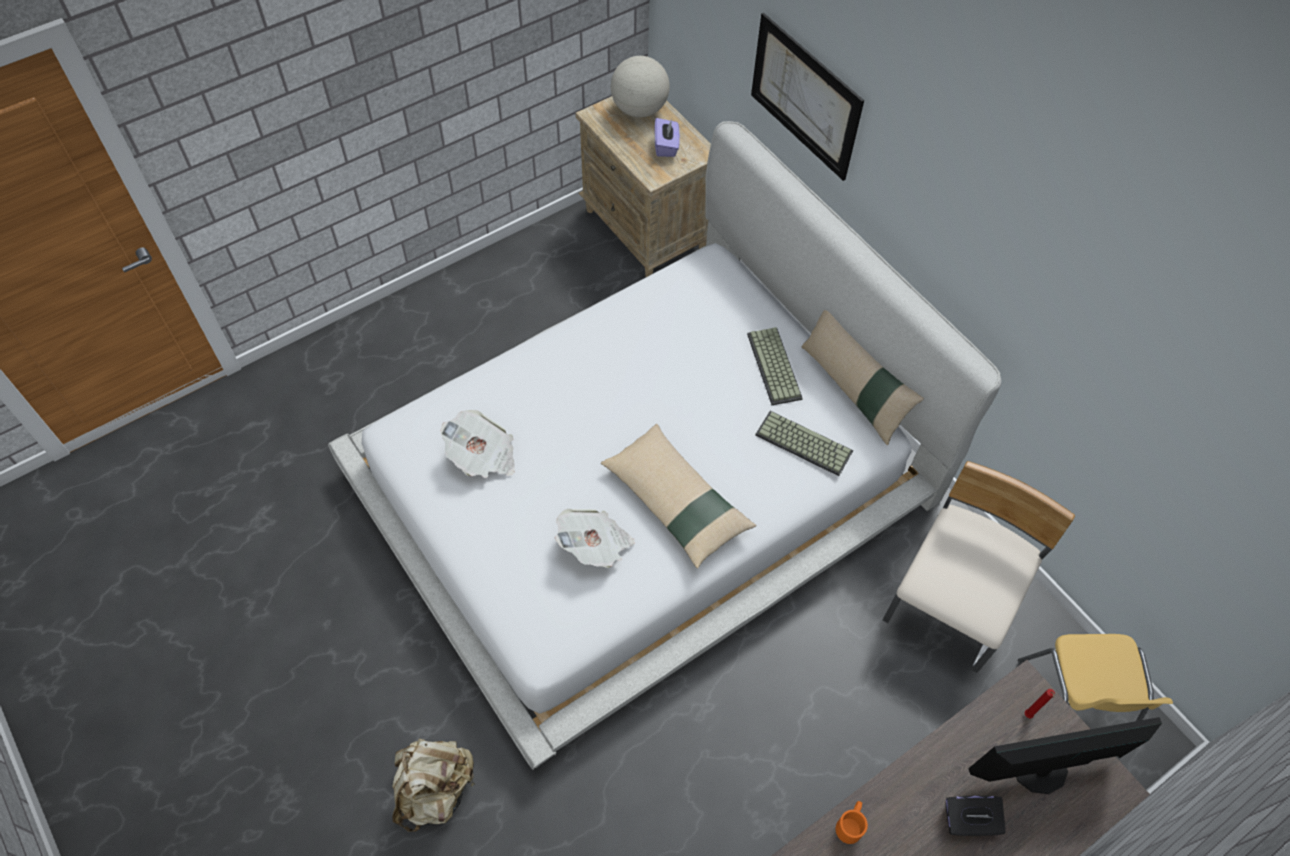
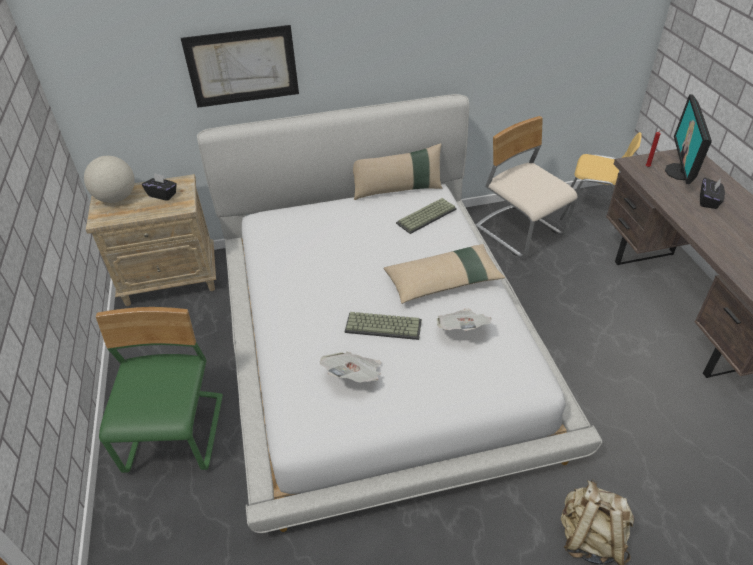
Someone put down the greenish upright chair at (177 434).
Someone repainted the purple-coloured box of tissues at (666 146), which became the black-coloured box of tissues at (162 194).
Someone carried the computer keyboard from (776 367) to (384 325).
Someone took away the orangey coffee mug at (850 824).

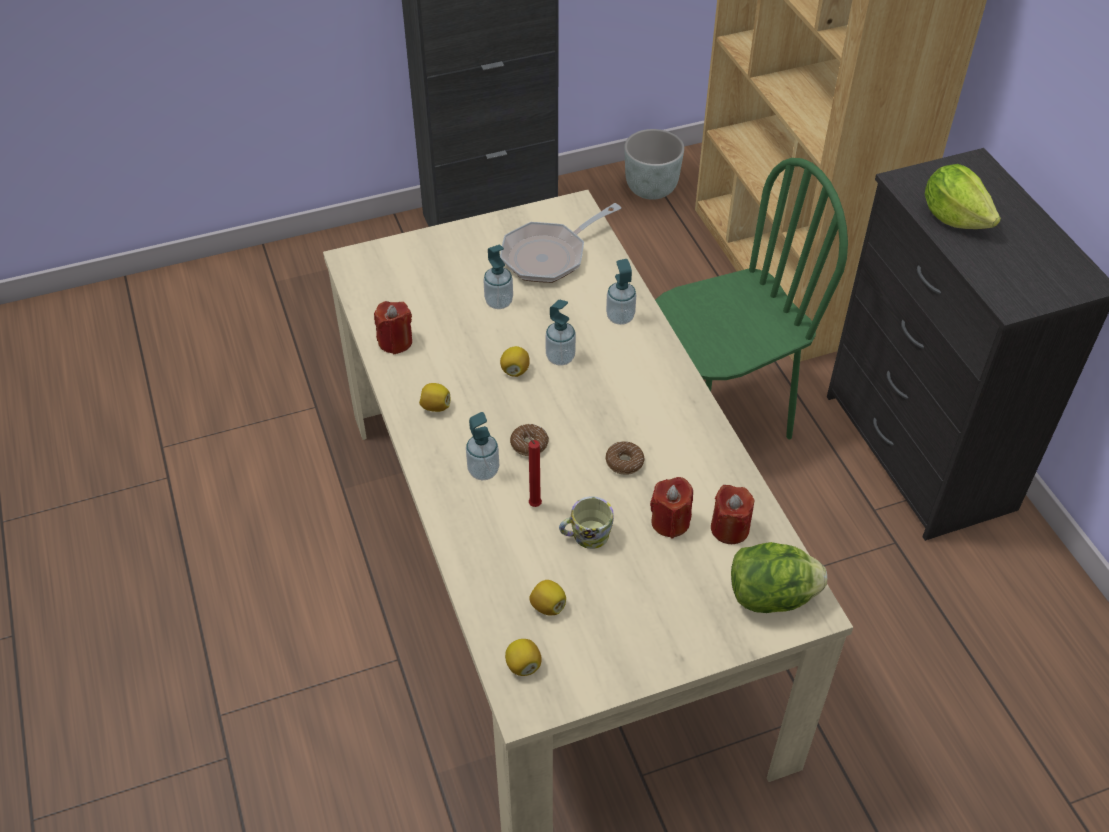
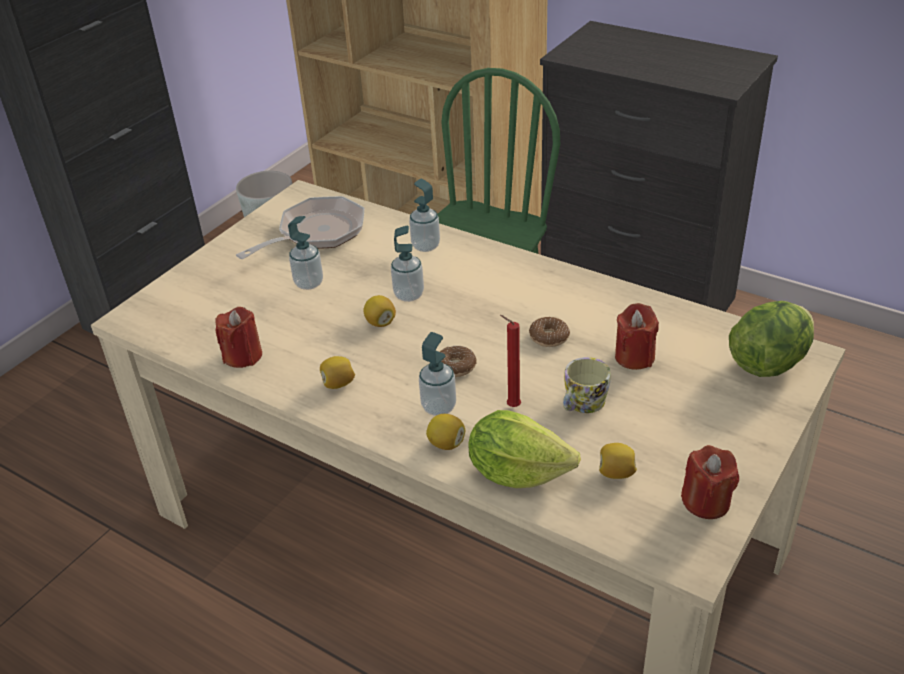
Someone rotated the skillet at (549 255) by 150 degrees counterclockwise.
Someone carried the whole lemon from (523 665) to (446 443).
Someone carried the lettuce head from (954 217) to (517 472).
Someone carried the red wax light from (729 528) to (706 501).

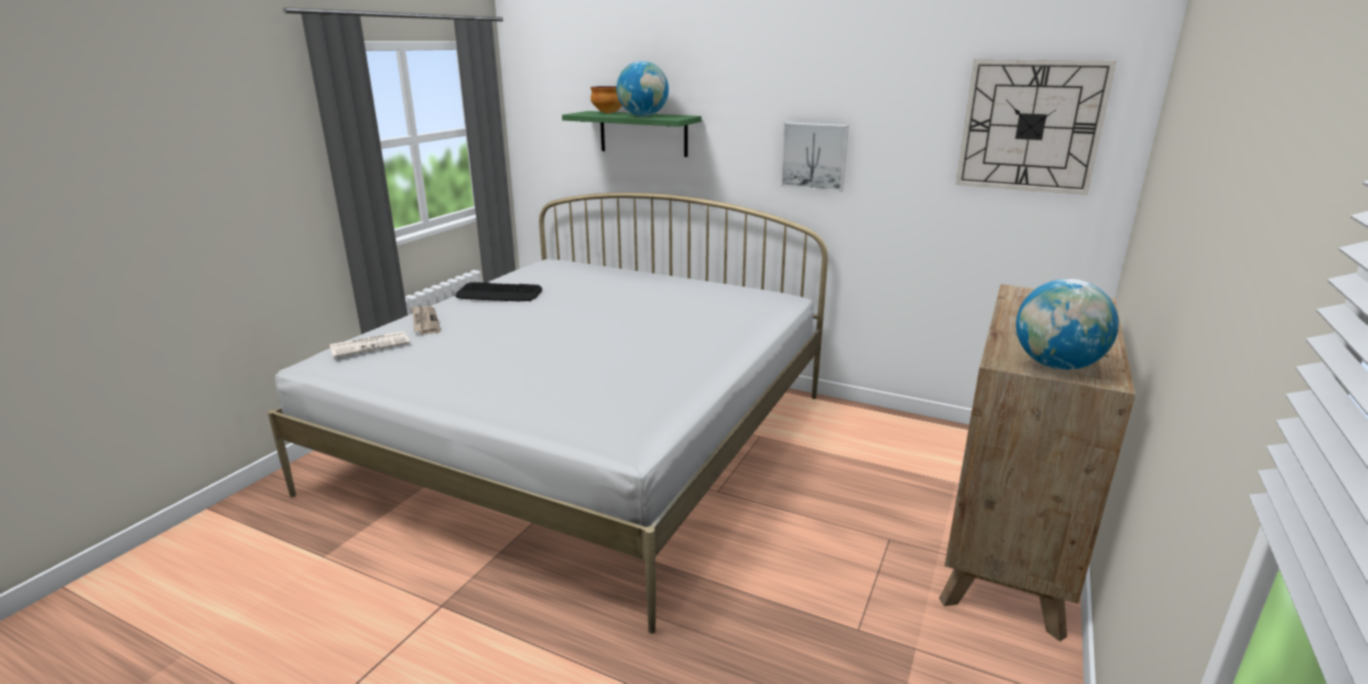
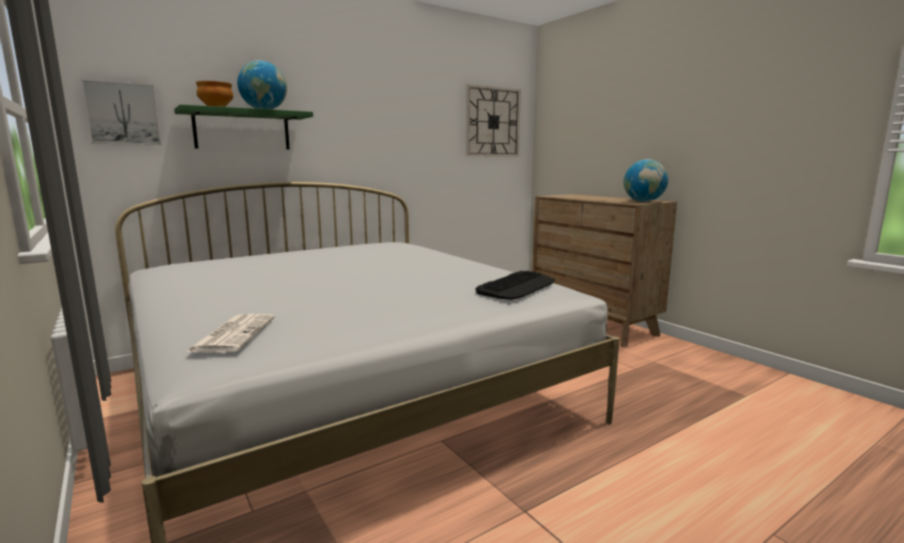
Someone carried the wall art from (814 156) to (123 114).
Someone carried the computer keyboard from (499 294) to (517 286).
Someone took away the newspaper at (425 322).

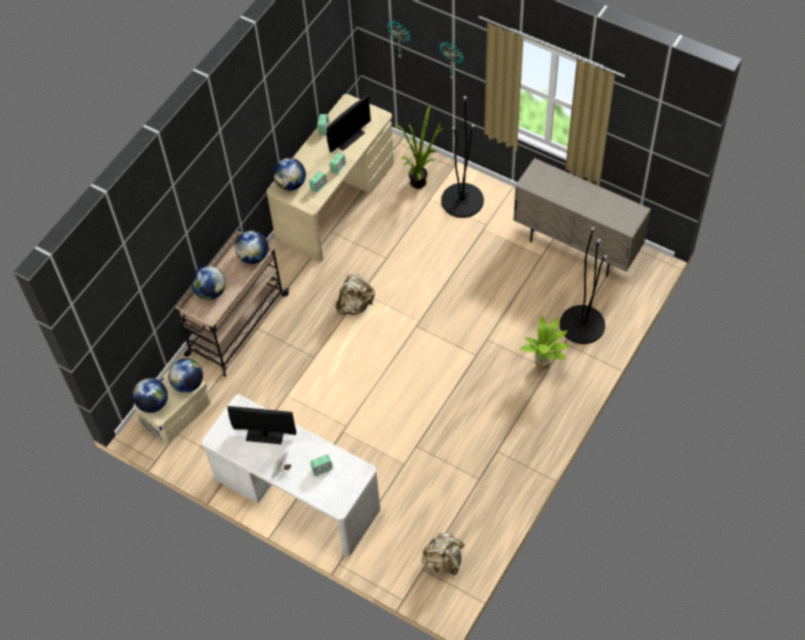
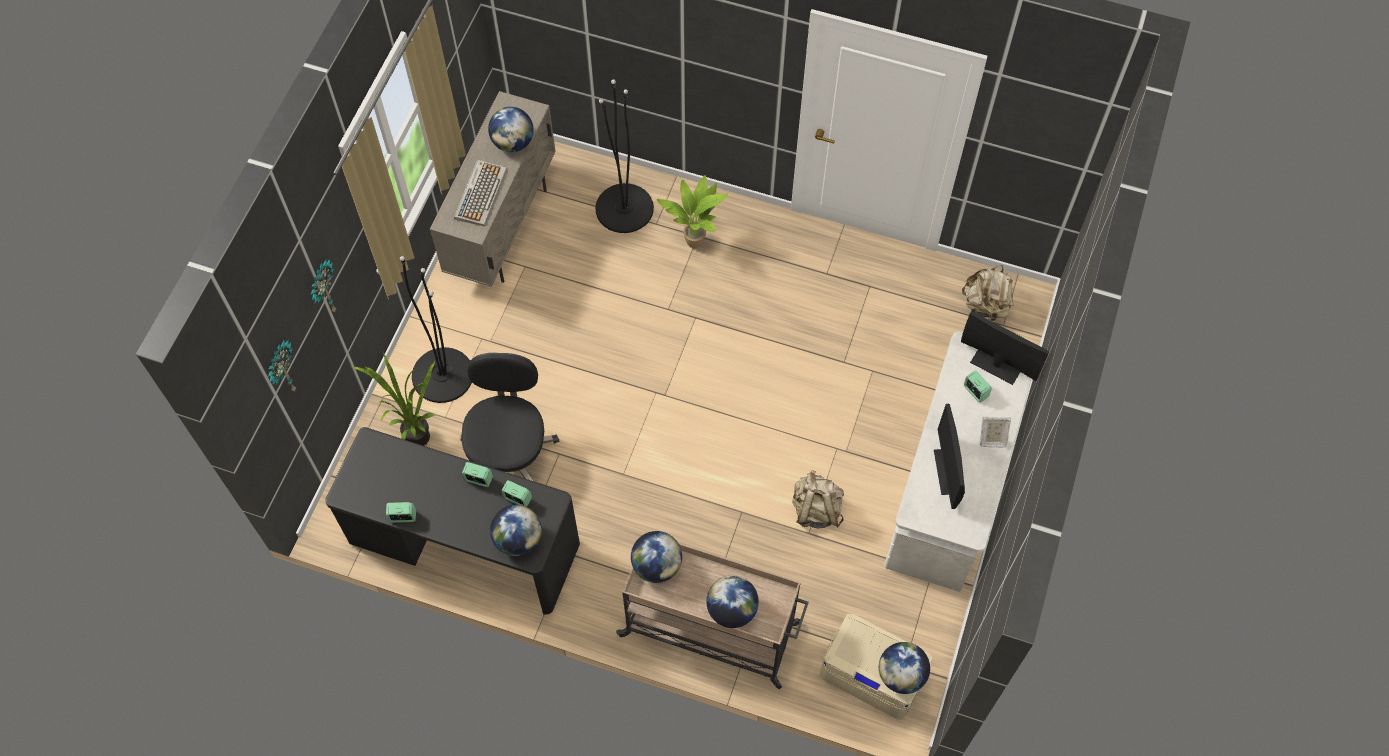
Someone repainted the beige desk unit at (335 200), which became the black-coloured desk unit at (464 545).
Someone put down the computer keyboard at (480 193).
Someone put down the black-coloured desk chair at (509 451).
Someone carried the desk globe from (188 384) to (513 142).
Someone carried the beige backpack from (355 304) to (816 510).
Someone carried the monitor from (349 138) to (996 365).

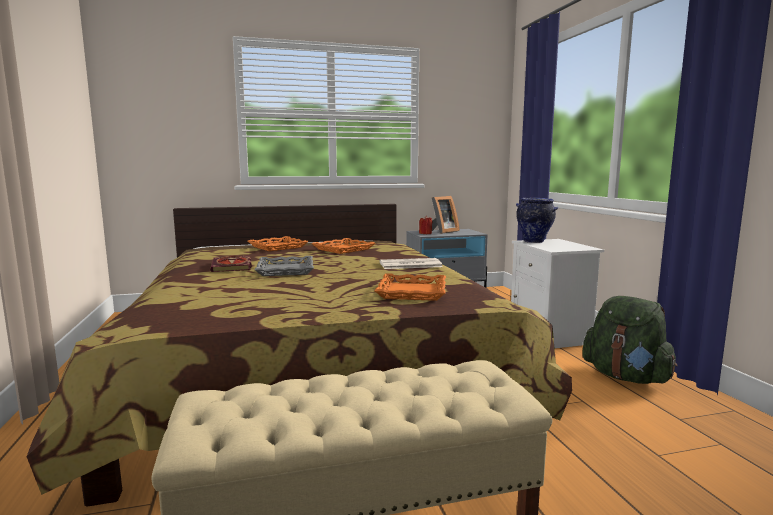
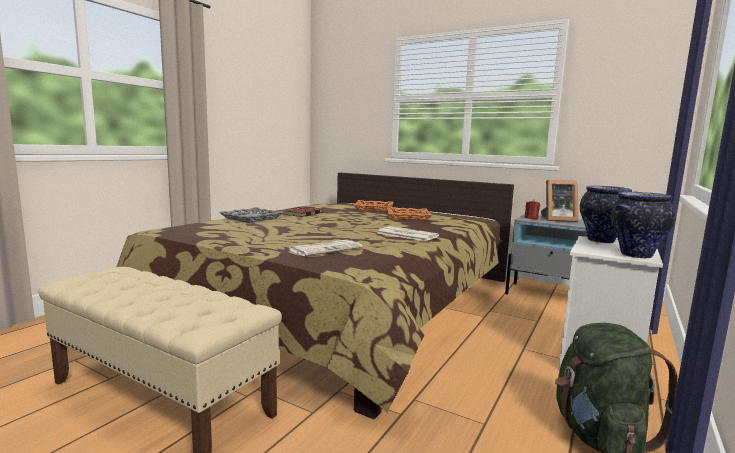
Someone carried the gray serving tray from (285 270) to (251 218).
Someone swapped the orangey serving tray at (411 292) for the newspaper at (326 249).
Someone put down the decorative vase at (635 255).

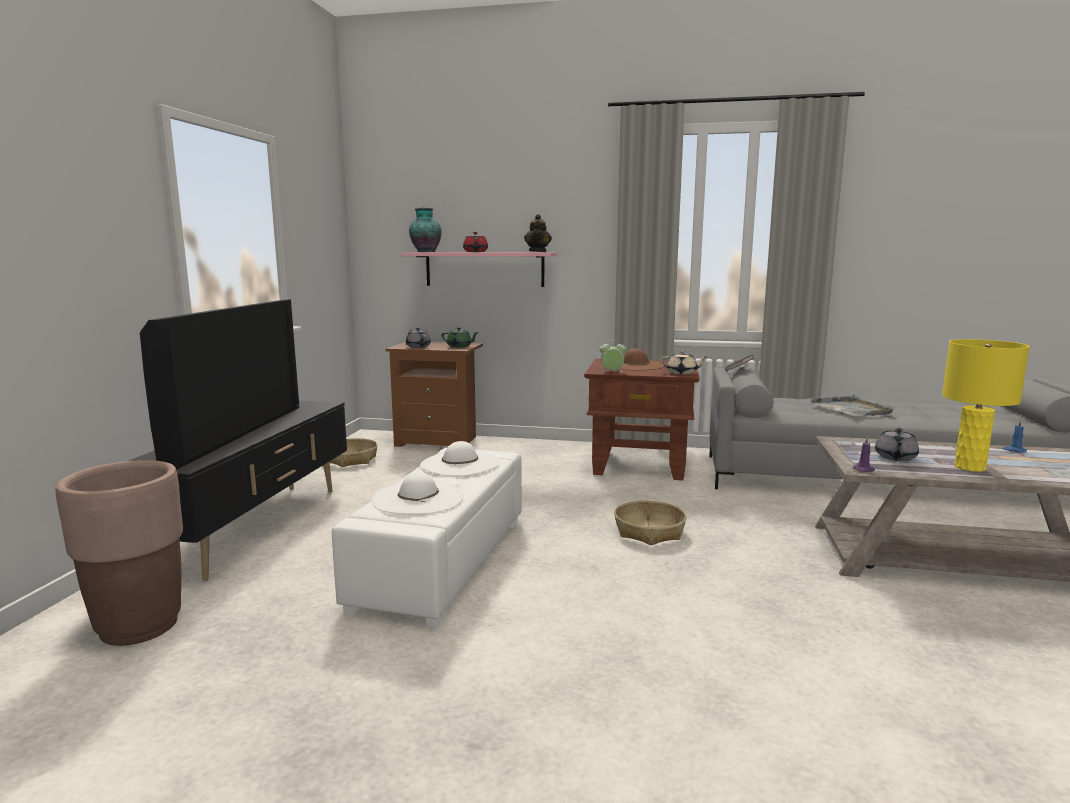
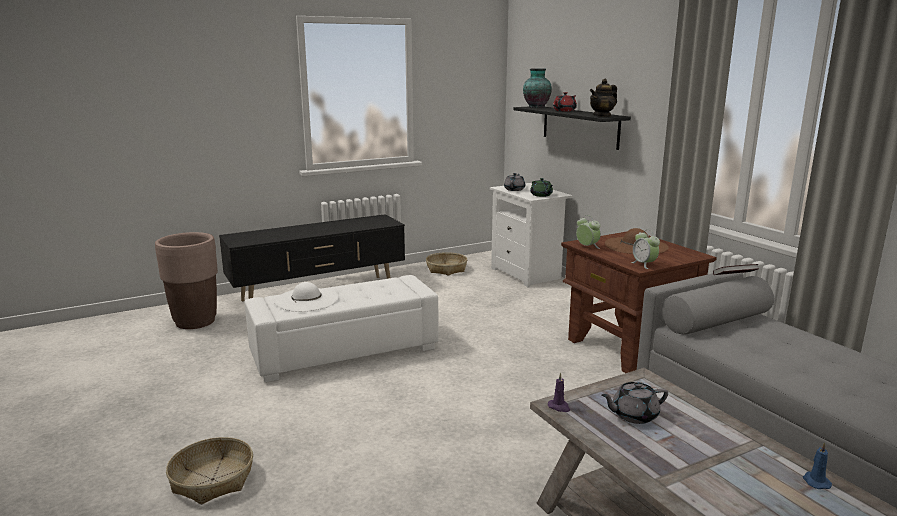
Someone carried the basket from (649 531) to (213 479).
Someone repainted the brownish nightstand at (439 441), which became the white nightstand at (527 274).
Someone repainted the pink wall shelf at (484 269), which became the black-coloured wall shelf at (580 126).
Someone swapped the beige teapot at (682 373) for the bedside clock at (644 264).
Someone took away the television at (234 433).
Someone took away the white clothing hat at (460 464).
Someone took away the gray serving tray at (851 409).
Someone took away the yellow table lamp at (969 467).

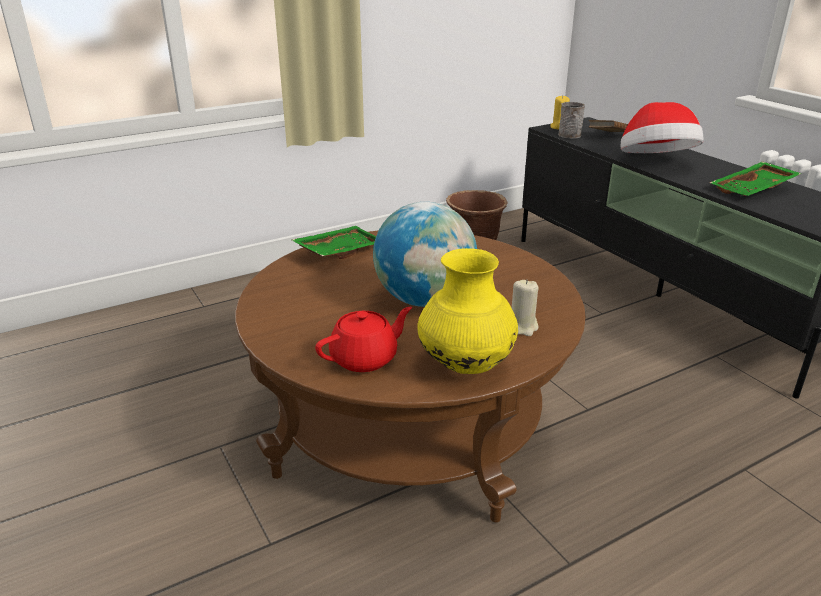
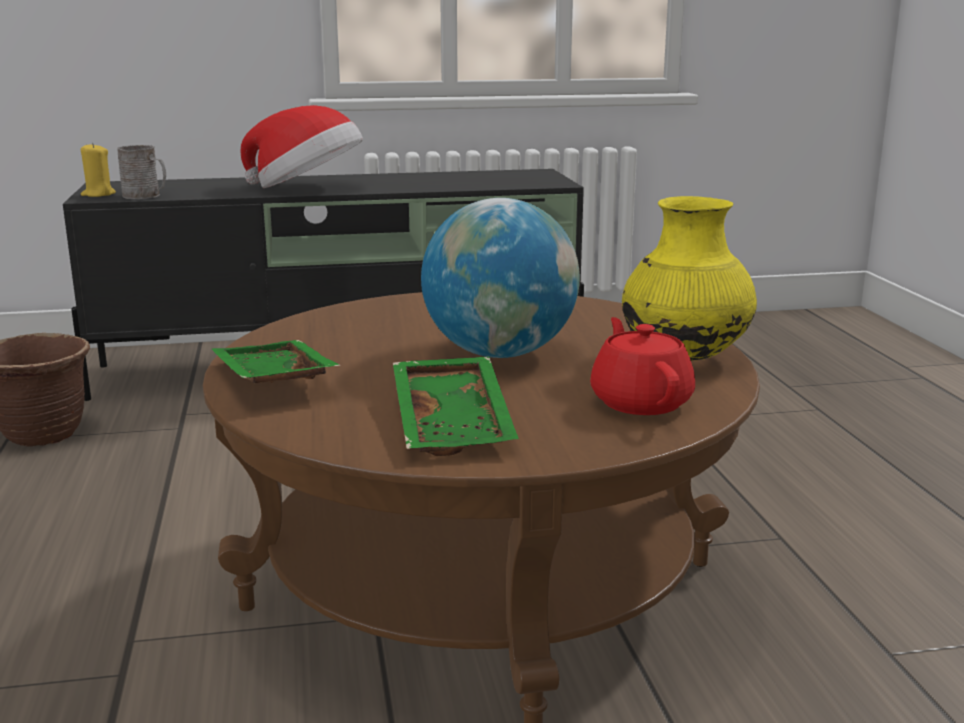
Someone carried the greenish serving tray from (754 190) to (455 423).
Someone took away the beige wax light at (522 327).
Someone took away the brownish volume at (609 137).

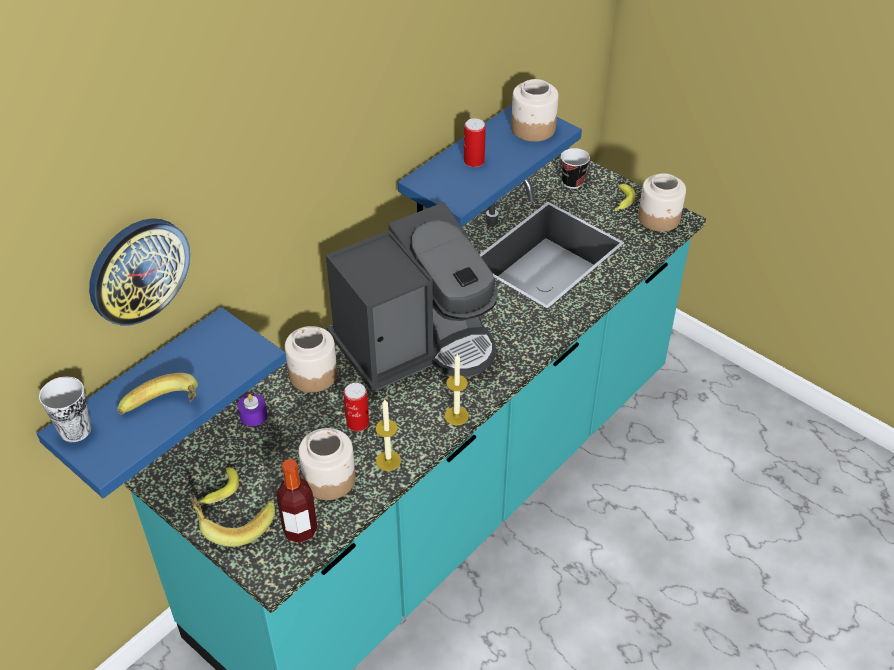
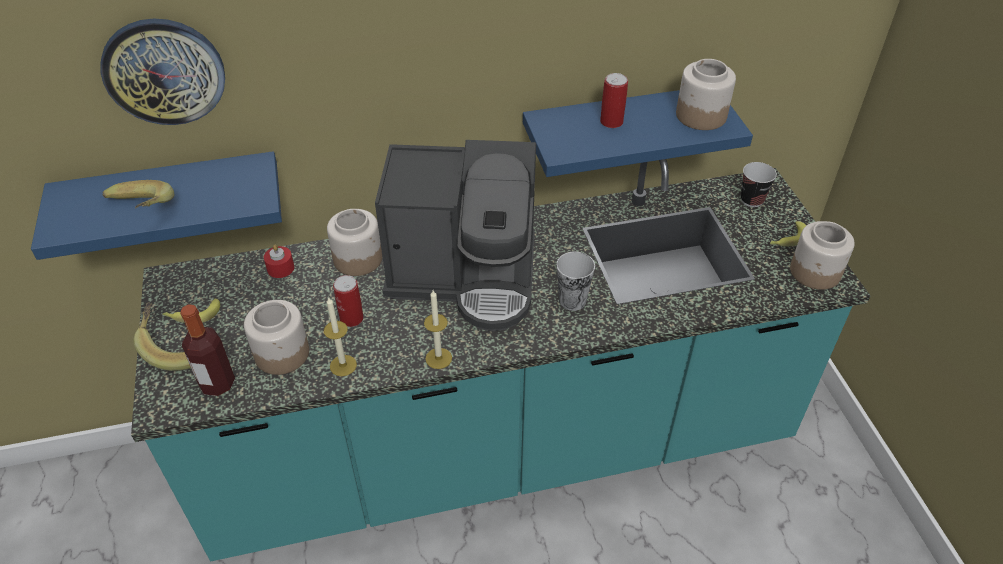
Someone repainted the purple-coloured wax light at (253 415), which became the red wax light at (280 268).
Someone carried the small cup from (75 430) to (572 300).

